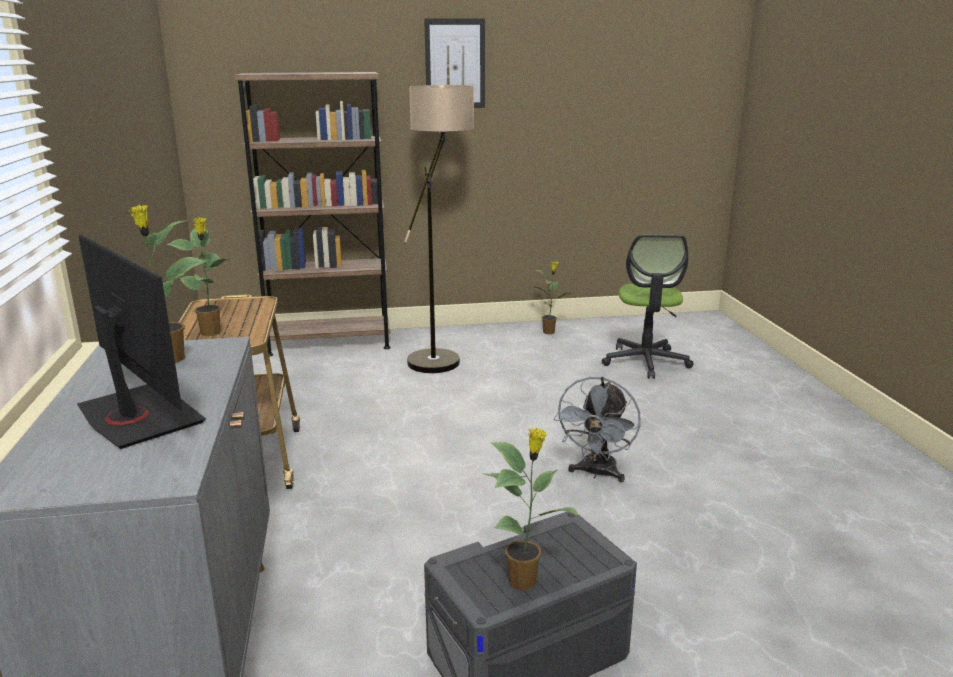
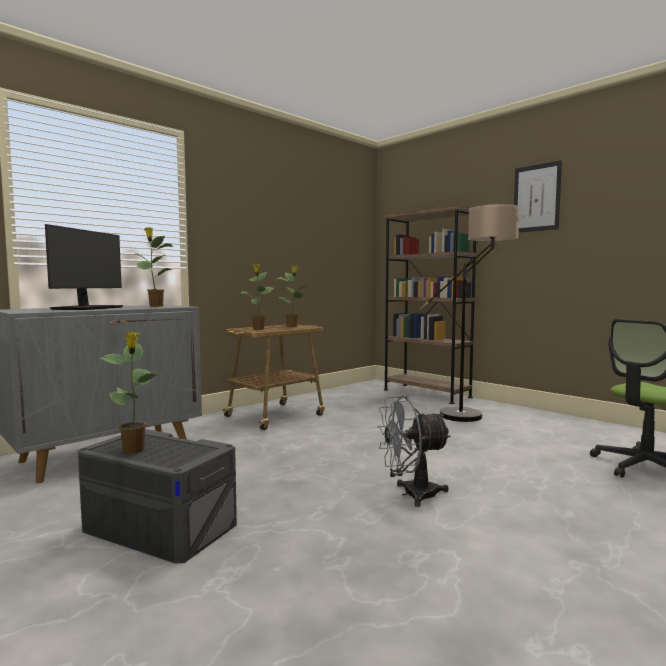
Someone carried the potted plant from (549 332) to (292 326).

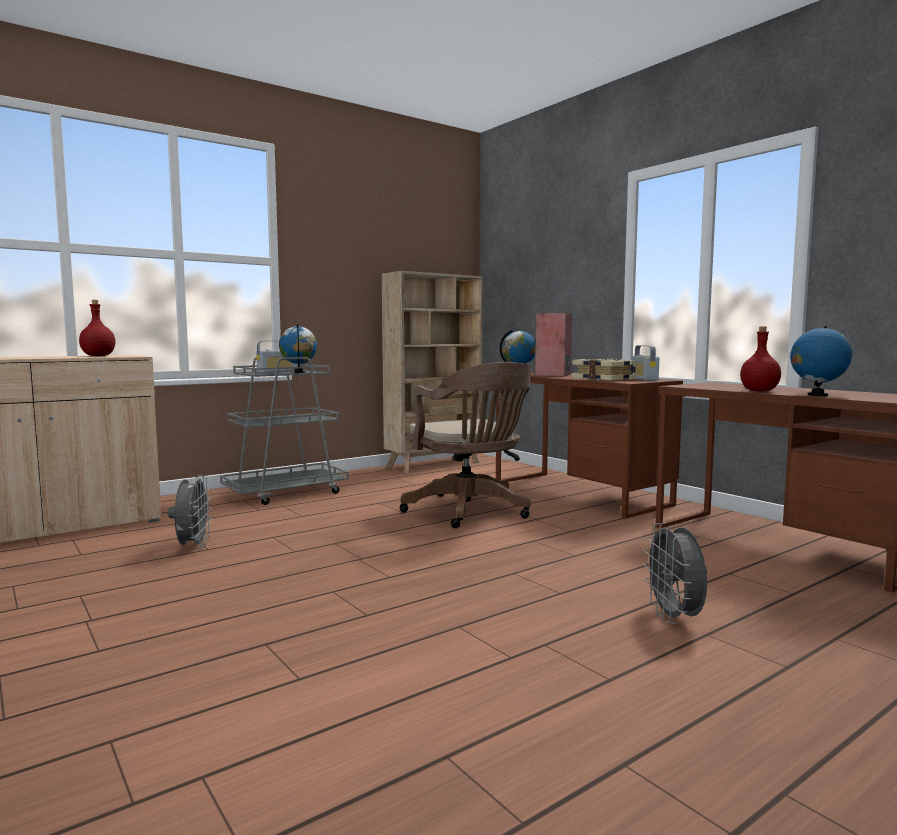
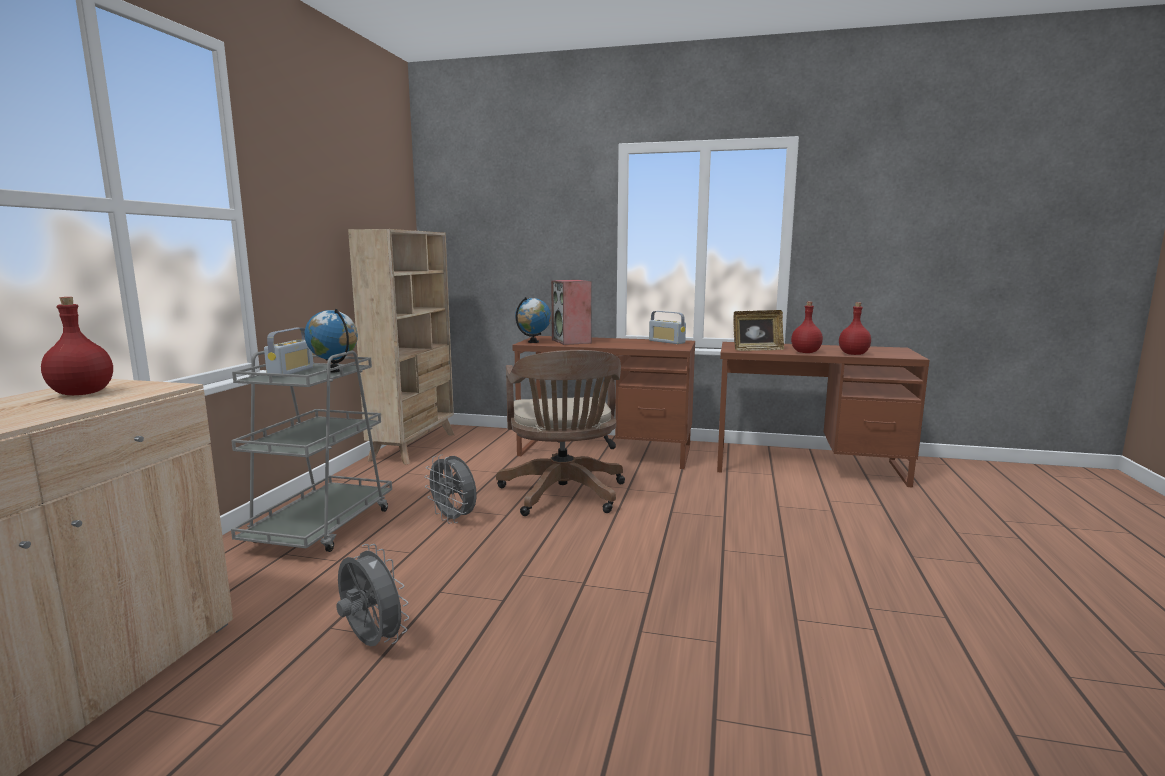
Someone carried the gray fan from (675 618) to (454 519).
Someone rotated the brownish desk chair at (470 512) by 60 degrees clockwise.
Someone put down the photo frame at (757 350).
Someone swapped the desk globe at (817 395) for the red drink bottle at (853 354).
Someone took away the volume at (604 379).

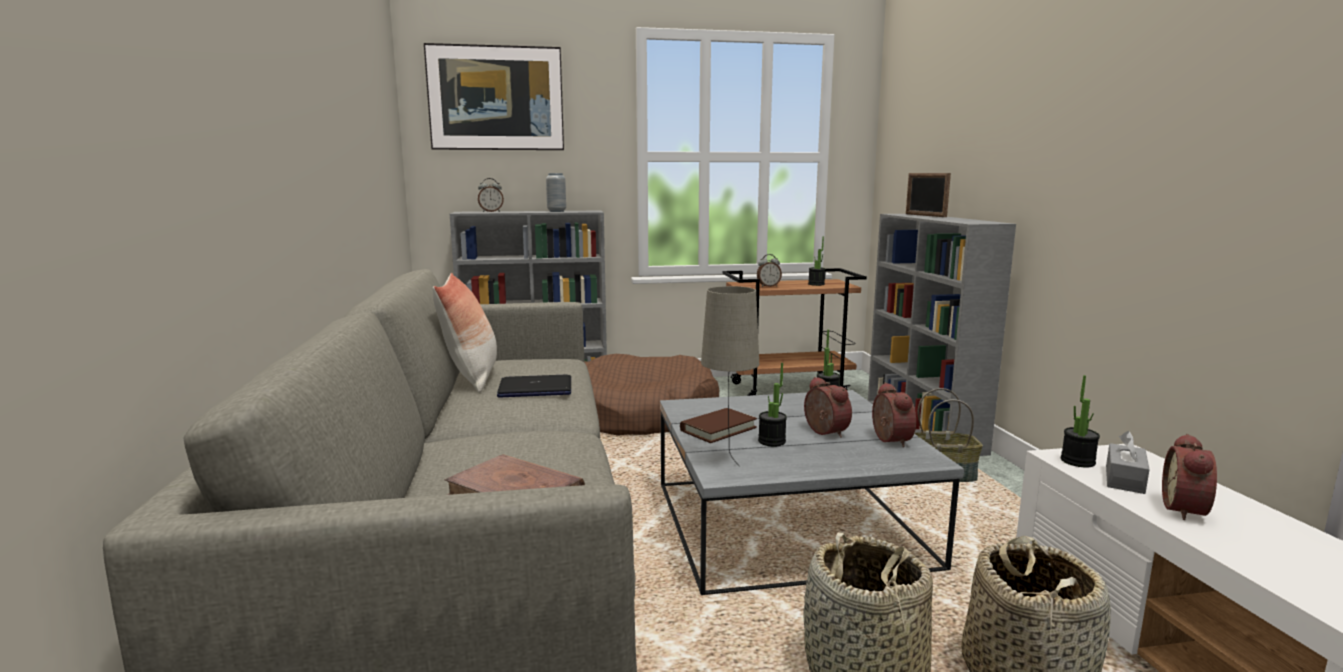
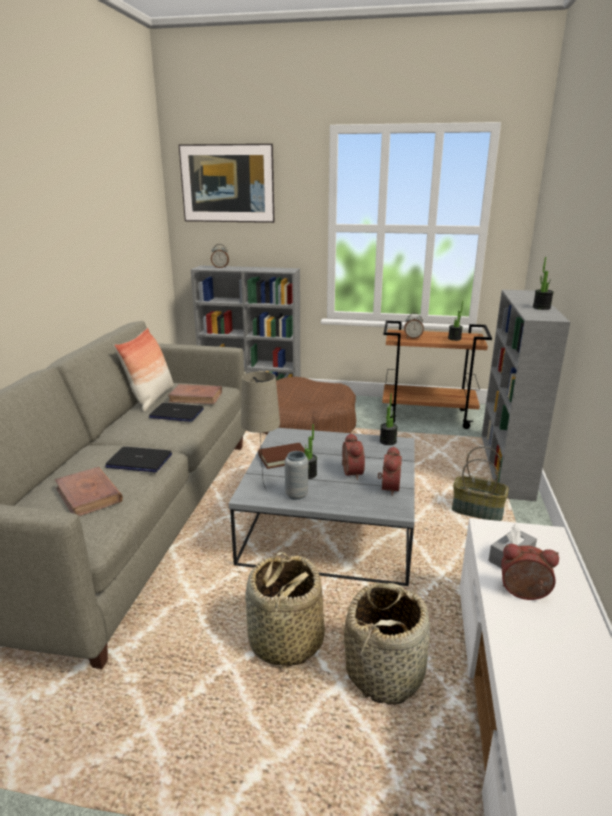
Someone put down the portable computer at (139 461).
Someone put down the brownish volume at (196 397).
Someone carried the gray decorative vase from (556 211) to (296 495).
Someone rotated the bedside clock at (1188 510) by 60 degrees clockwise.
Someone carried the potted plant from (1077 461) to (541 308).
Someone took away the photo frame at (925 215).

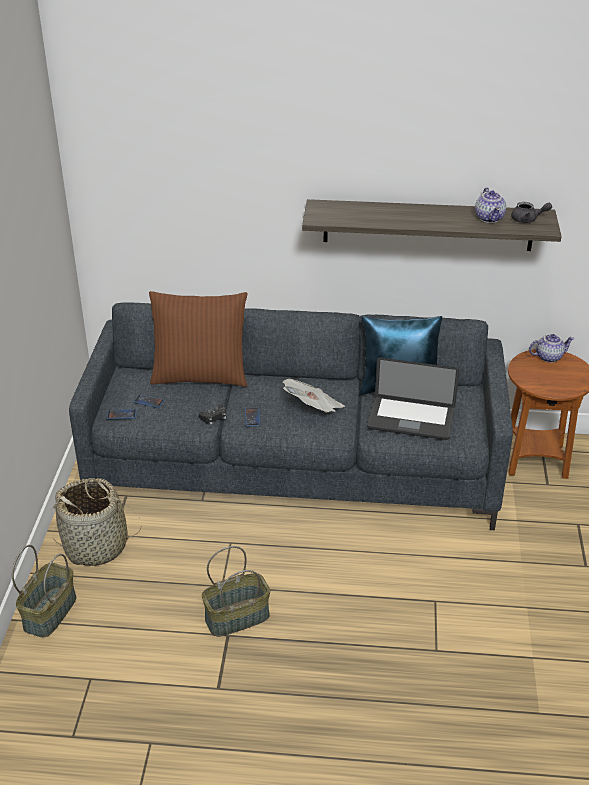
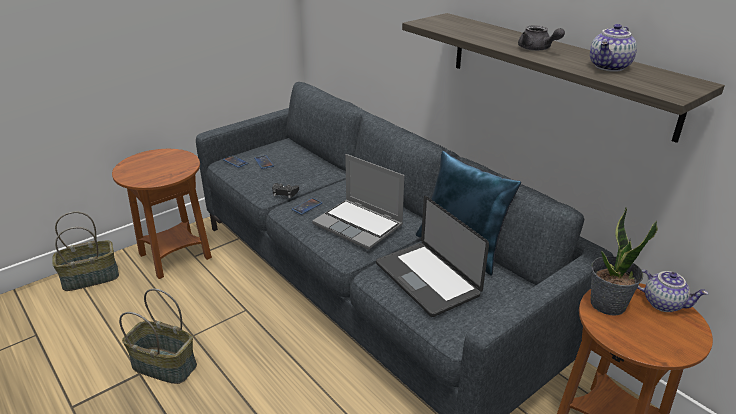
Someone swapped the basket at (96 546) for the brownish side table at (175 257).
Someone swapped the newspaper at (313 409) for the portable computer at (359 225).
Someone carried the gray teapot from (527 220) to (537 49).
Someone put down the potted plant at (607 304).
Someone took away the brownish cushion at (200 376).

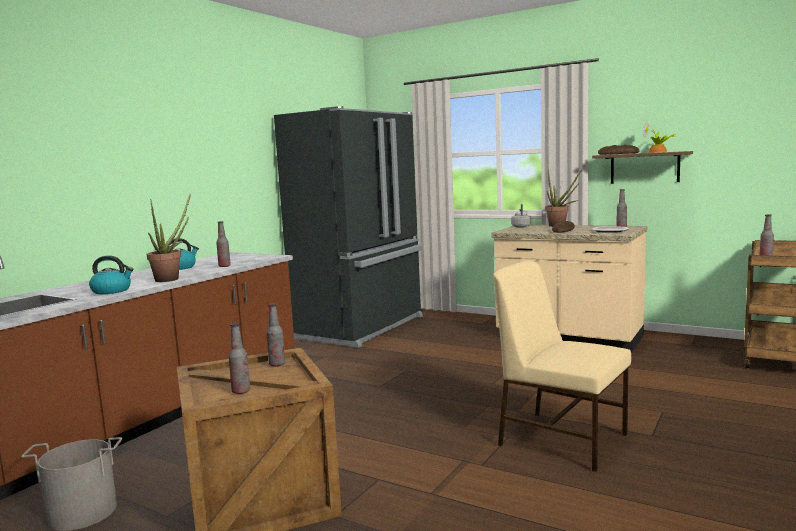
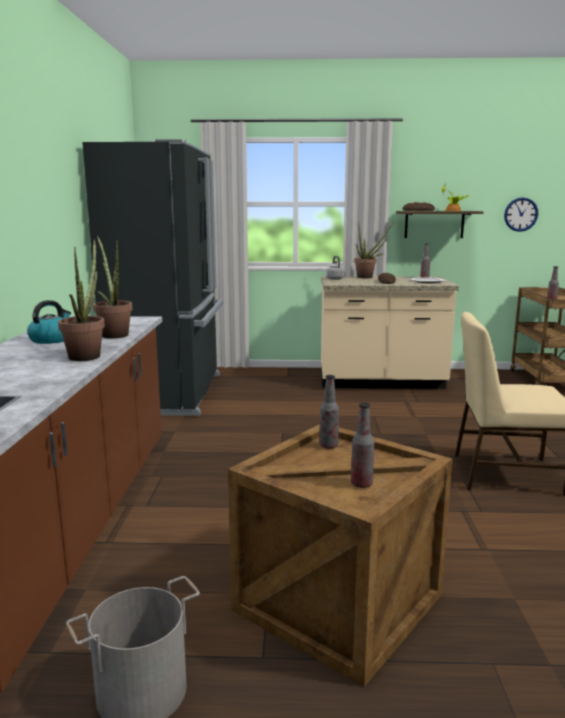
Someone swapped the drink bottle at (224 266) for the potted plant at (113 334).
Someone put up the hanging clock at (521 214).
Someone took away the water kettle at (112 291).

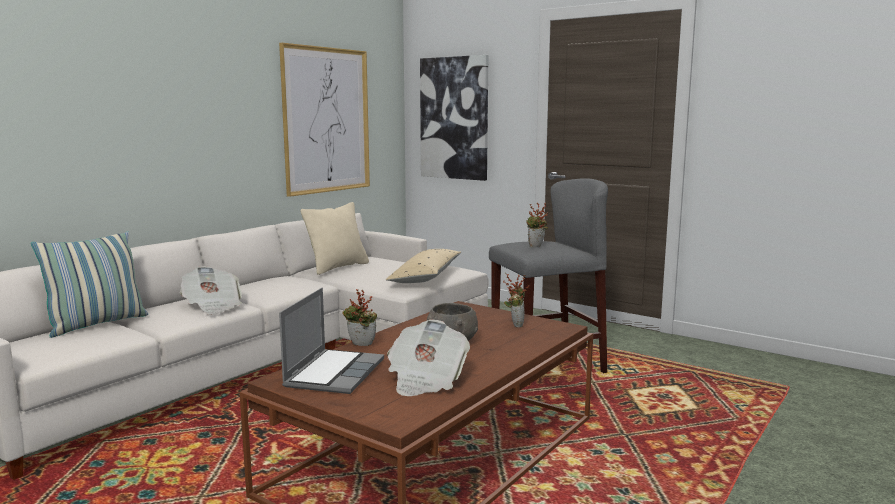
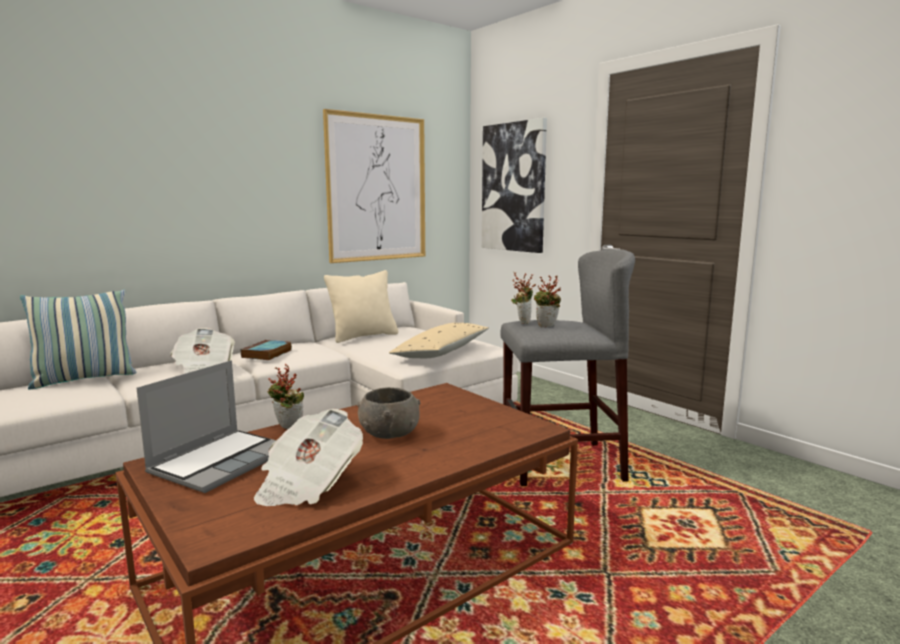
Someone put down the volume at (267 354).
Someone carried the potted plant from (515 324) to (522 322).

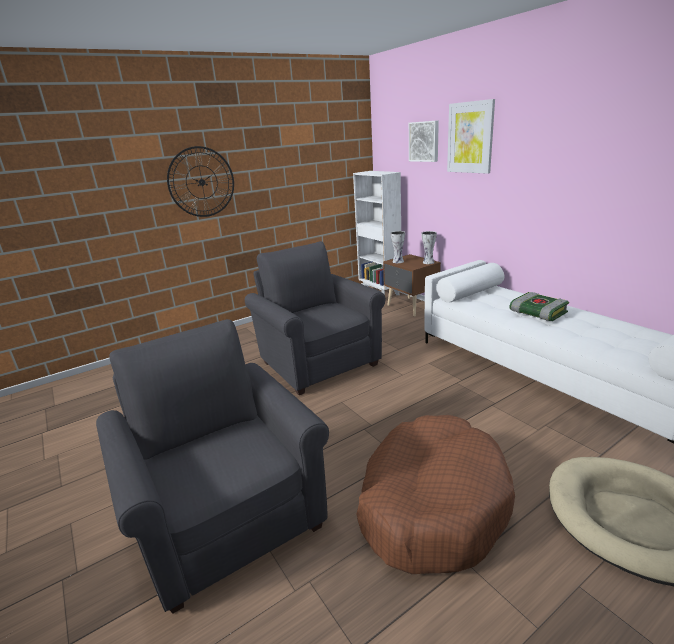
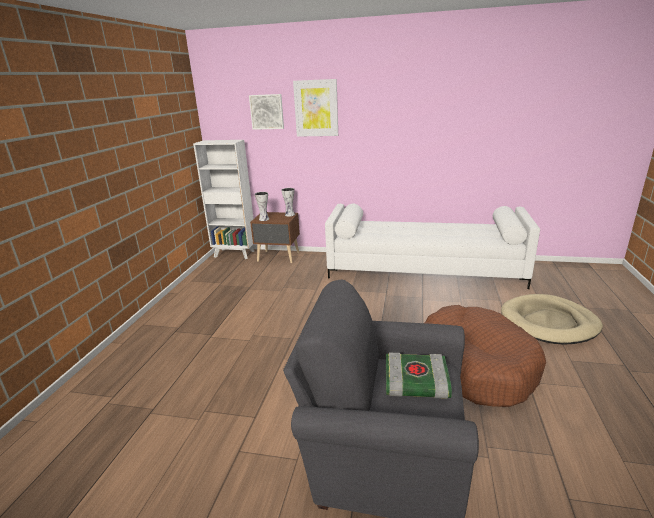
Someone carried the volume from (537 312) to (415 384).
Someone took away the hanging clock at (201 182).
Someone took away the gray lounge chair at (317 361).

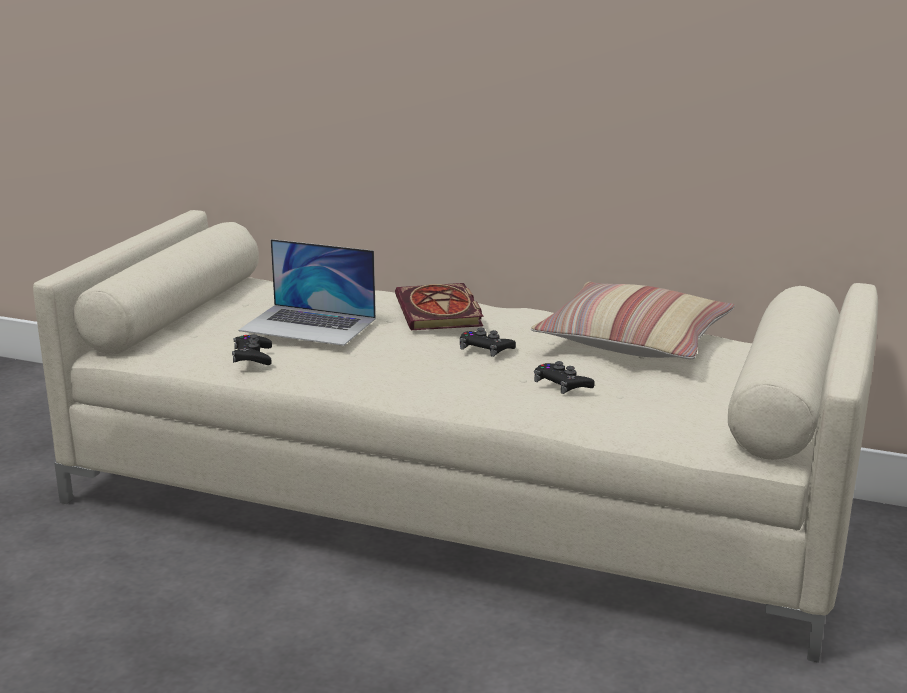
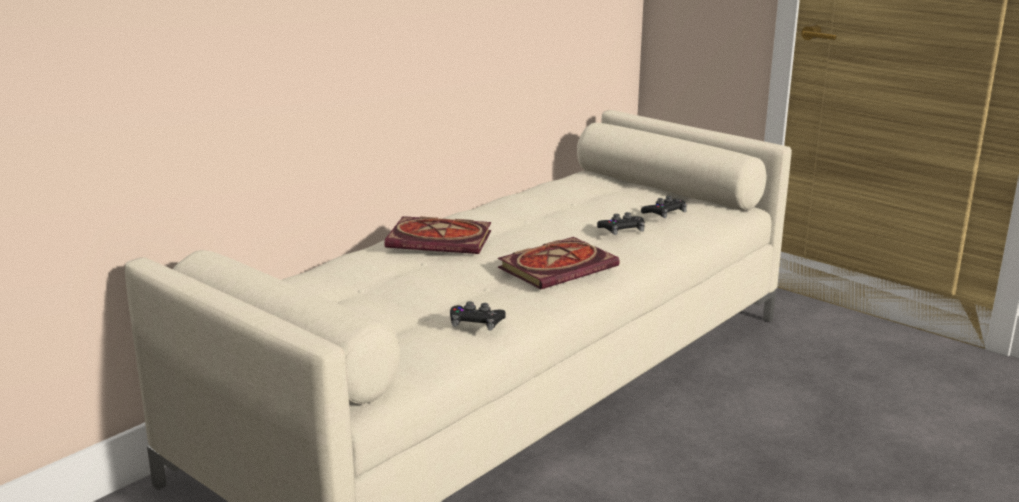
Someone put down the volume at (558 266).
Someone carried the black-coloured gamepad from (486 349) to (664 213).
Someone took away the portable computer at (308 324).
Someone took away the cushion at (634 341).

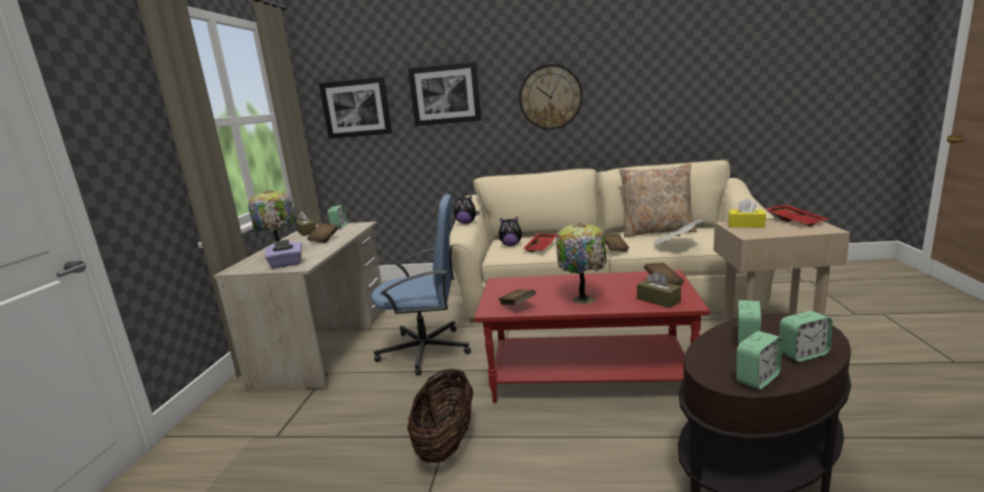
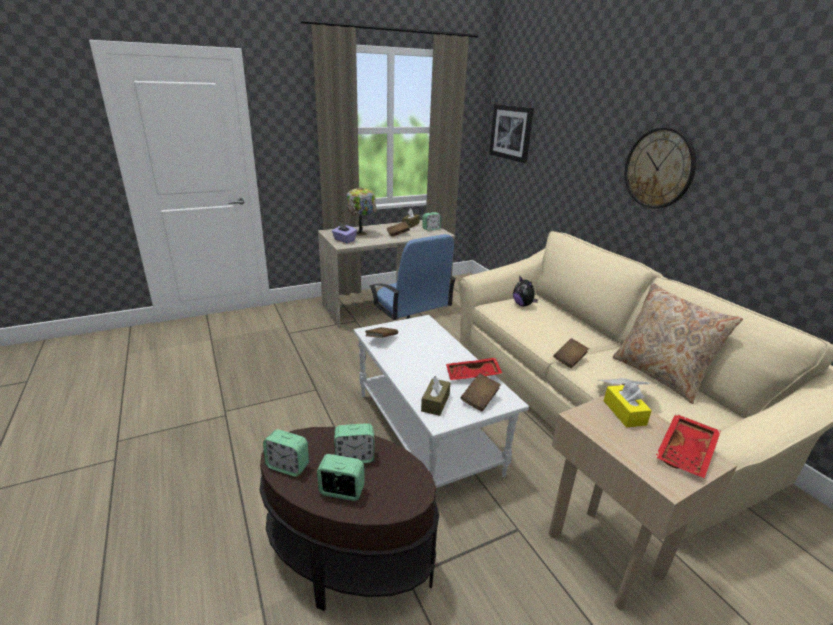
Someone rotated the bedside clock at (803 354) by 150 degrees clockwise.
Someone repainted the red coffee table at (589 376), which became the white coffee table at (427 432).
Someone carried the red serving tray from (541 247) to (473 375).
Someone took away the basket at (446 442).
Someone took away the wall art at (445 94).
Someone took away the cuddly toy at (466 223).
Someone took away the table lamp at (583 298).

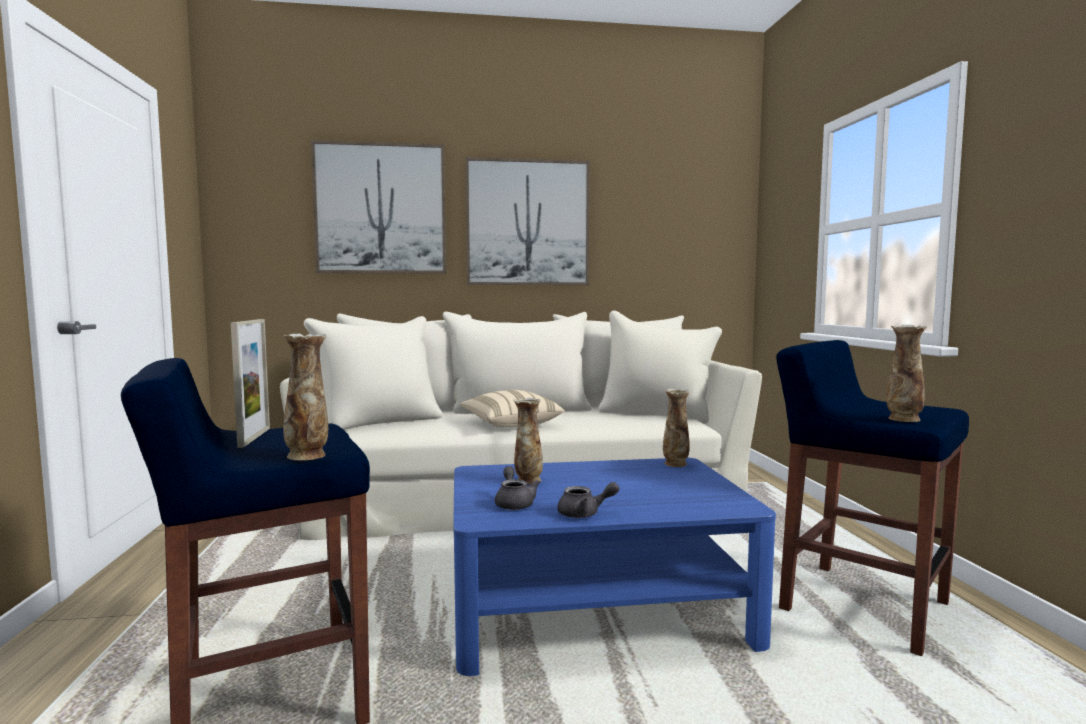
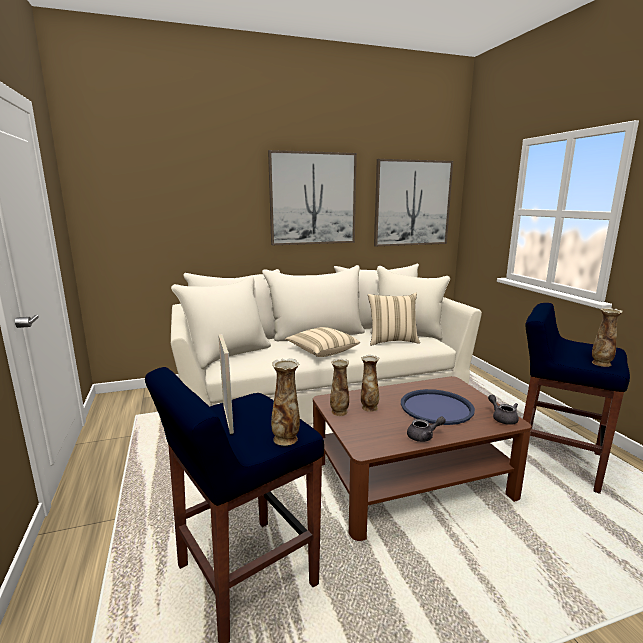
Someone repainted the bluish coffee table at (596 607), which became the brownish coffee table at (410 479).
Someone carried the decorative vase from (675 464) to (339 412).
Someone put down the beige cushion at (392 341).
Someone carried the wall art from (381 209) to (412 203).
Someone put down the bluish serving tray at (436 407).
Someone carried the gray teapot from (514 503) to (502 418).

